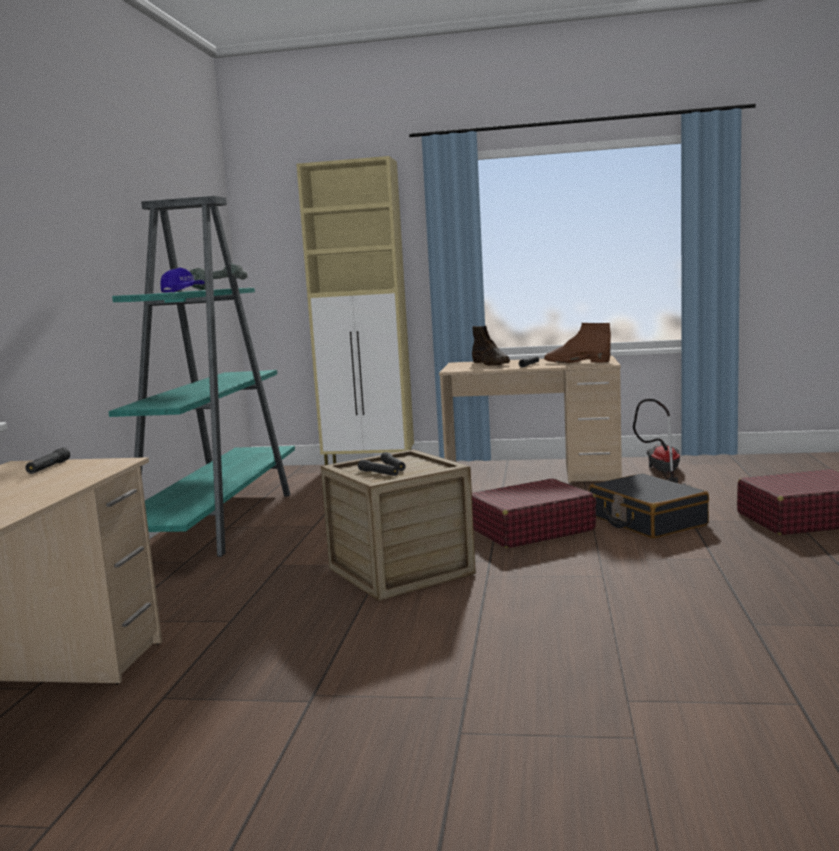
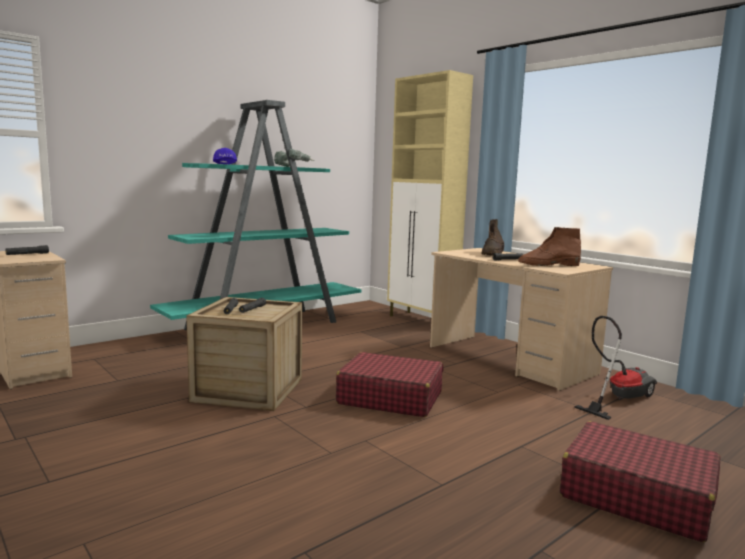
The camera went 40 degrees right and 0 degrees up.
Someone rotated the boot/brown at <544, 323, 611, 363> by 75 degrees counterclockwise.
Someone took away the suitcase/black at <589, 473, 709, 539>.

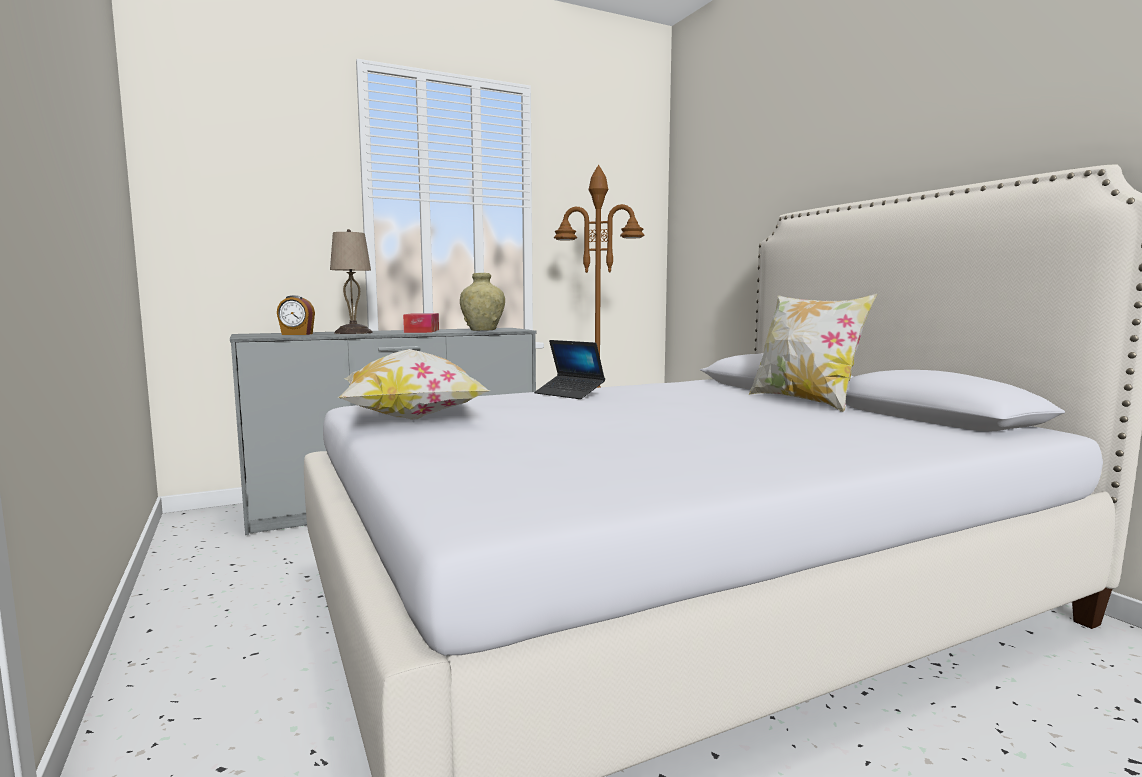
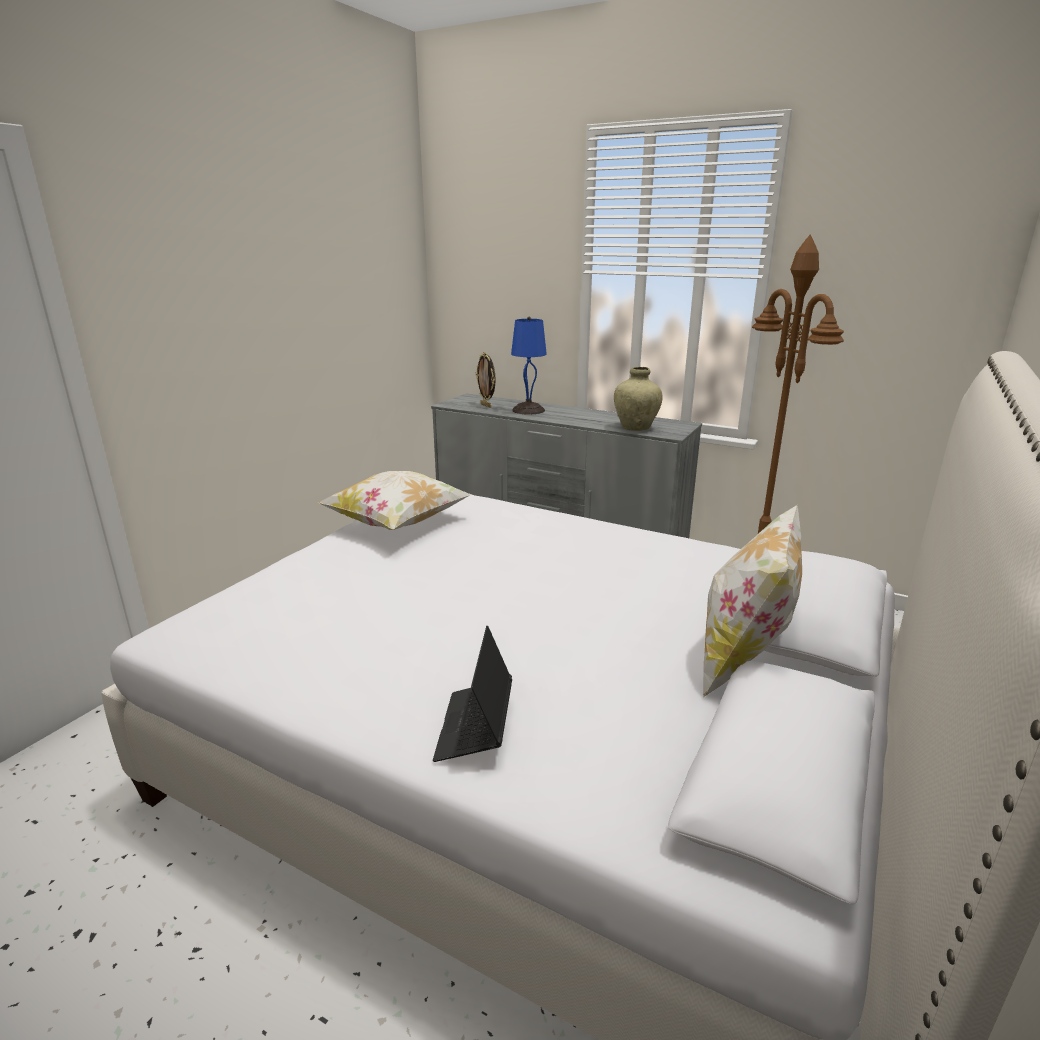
The camera went 55 degrees right and 15 degrees up.
Someone repainted the table lamp/beige at <330, 229, 373, 334>, which became the table lamp/blue at <511, 317, 547, 414>.
Someone swapped the alarm clock at <277, 295, 315, 335> for the picture frame at <476, 352, 496, 408>.
Someone took away the tissue box at <403, 313, 439, 333>.
Someone carried the laptop from <534, 340, 605, 399> to <433, 626, 512, 762>.

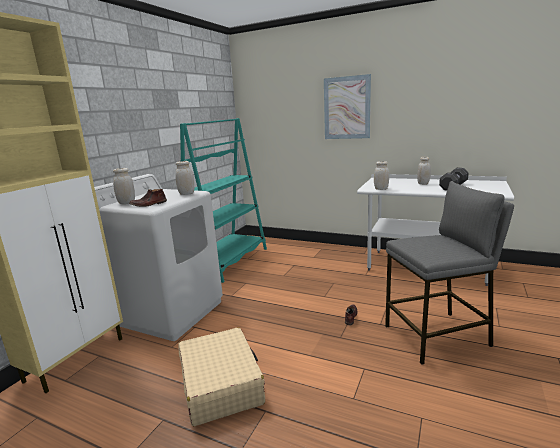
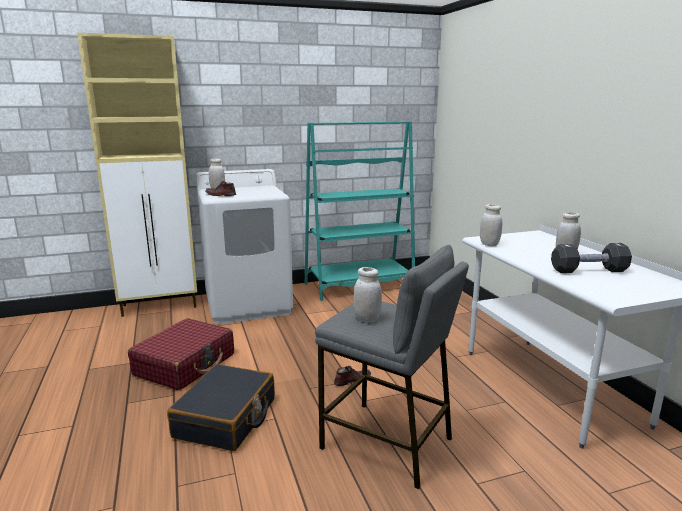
The camera went 45 degrees right and 0 degrees up.
Someone took away the picture at <324, 74, 371, 139>.
Someone carried the jar/white from <176, 161, 194, 195> to <354, 267, 382, 323>.
Someone repainted the suitcase/beige at <178, 327, 265, 426>, which became the suitcase/red at <128, 318, 234, 391>.
Someone put down the suitcase/black at <167, 364, 275, 451>.

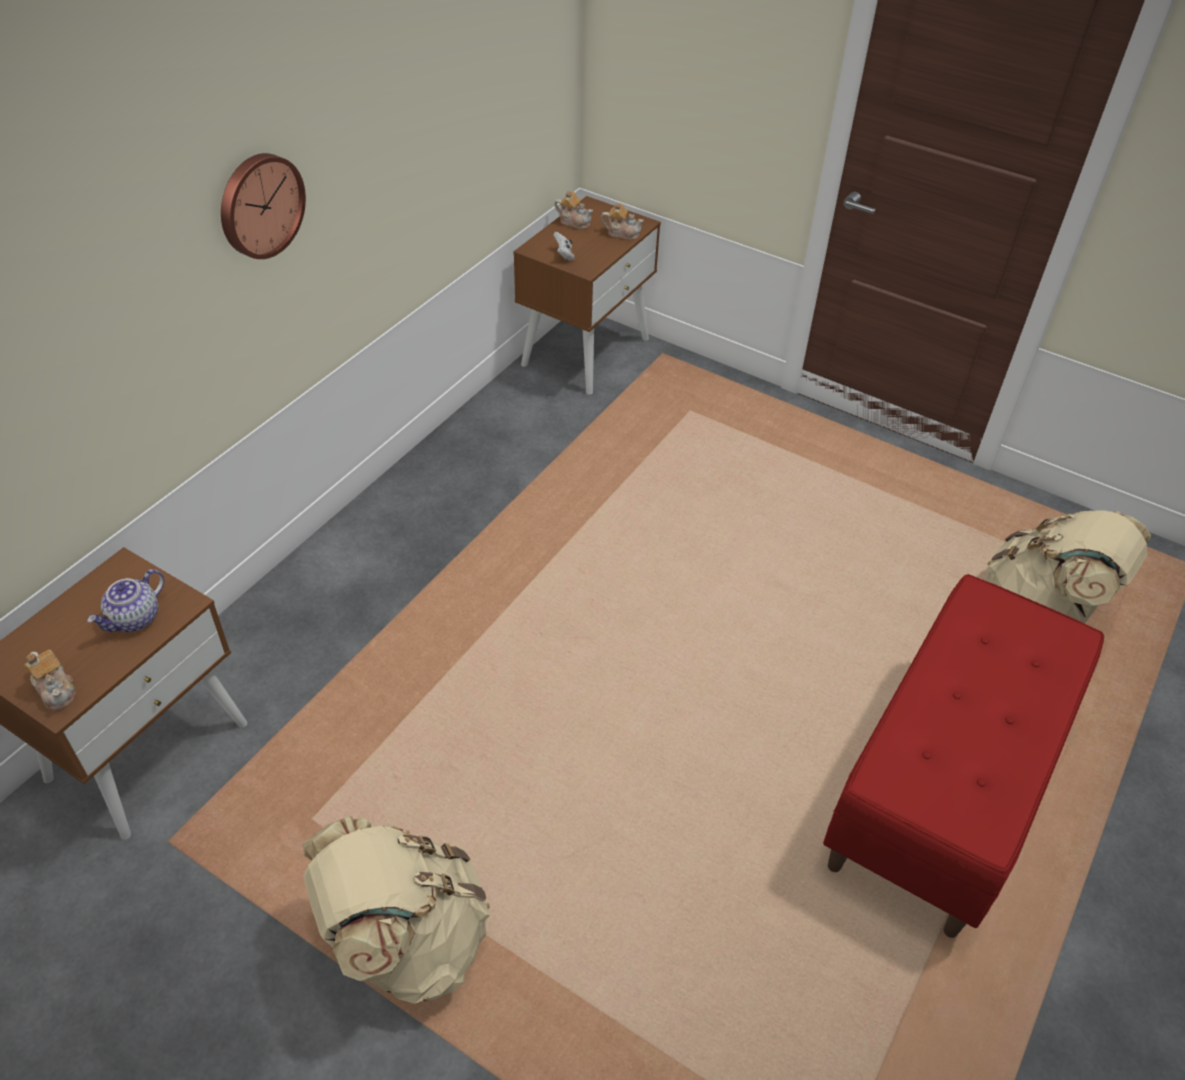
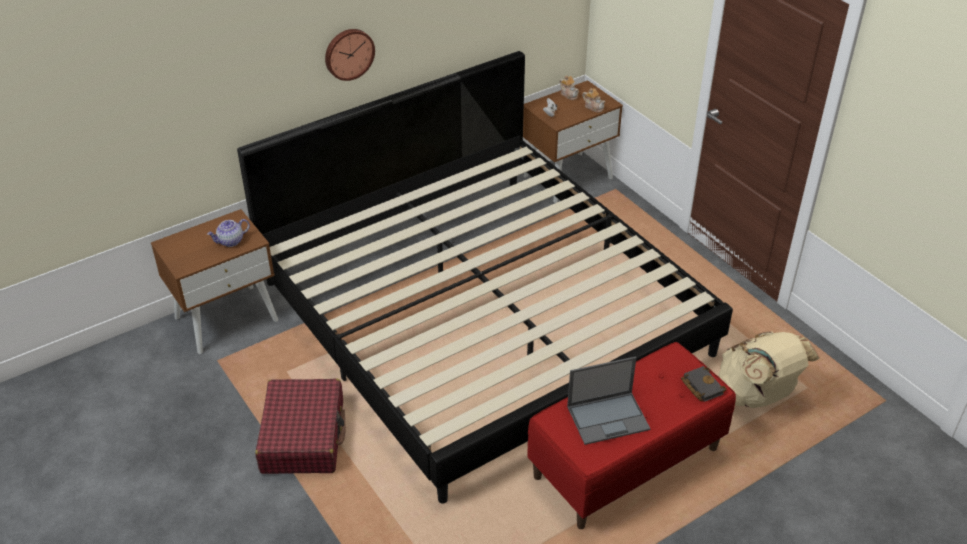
The camera went 25 degrees right and 5 degrees down.
Someone took away the teapot at <24, 649, 76, 711>.
Someone swapped the backpack/beige at <303, 816, 490, 1004> for the suitcase/red at <255, 379, 346, 474>.
Someone put down the bed at <237, 51, 733, 504>.
Someone put down the laptop at <567, 356, 651, 445>.
Someone put down the book/black at <681, 366, 727, 402>.

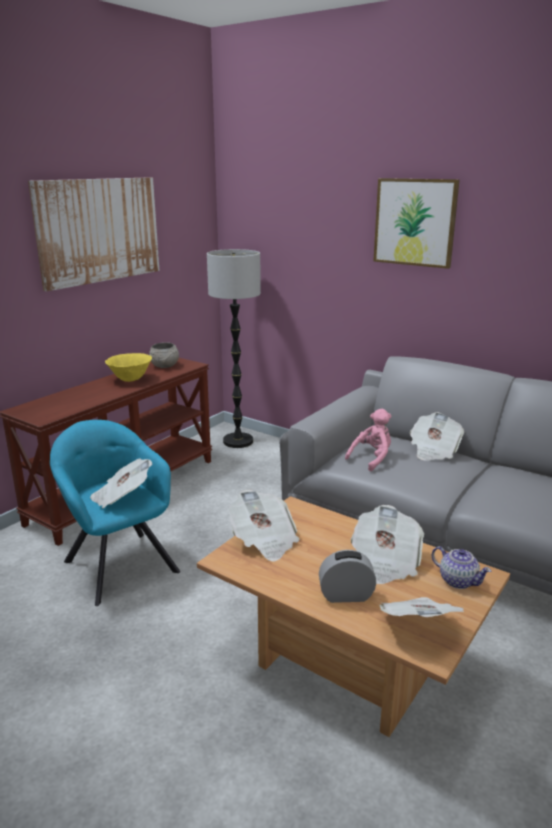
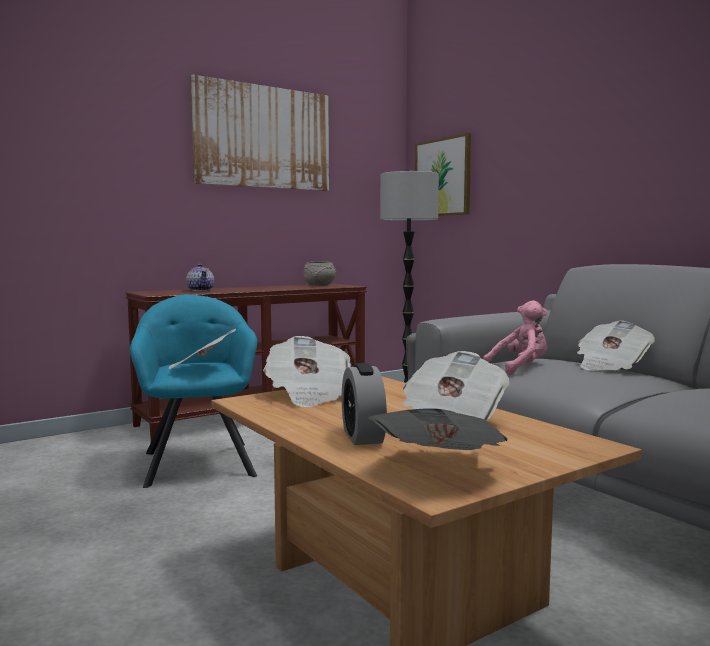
The camera went 20 degrees right and 15 degrees down.
Someone carried the picture from <373, 178, 460, 269> to <415, 133, 471, 216>.
Someone took away the bowl/yellow at <105, 353, 152, 382>.
Someone carried the teapot from <431, 546, 491, 589> to <186, 264, 214, 291>.
Someone rotated the alarm clock at <319, 550, 376, 603> by 120 degrees counterclockwise.

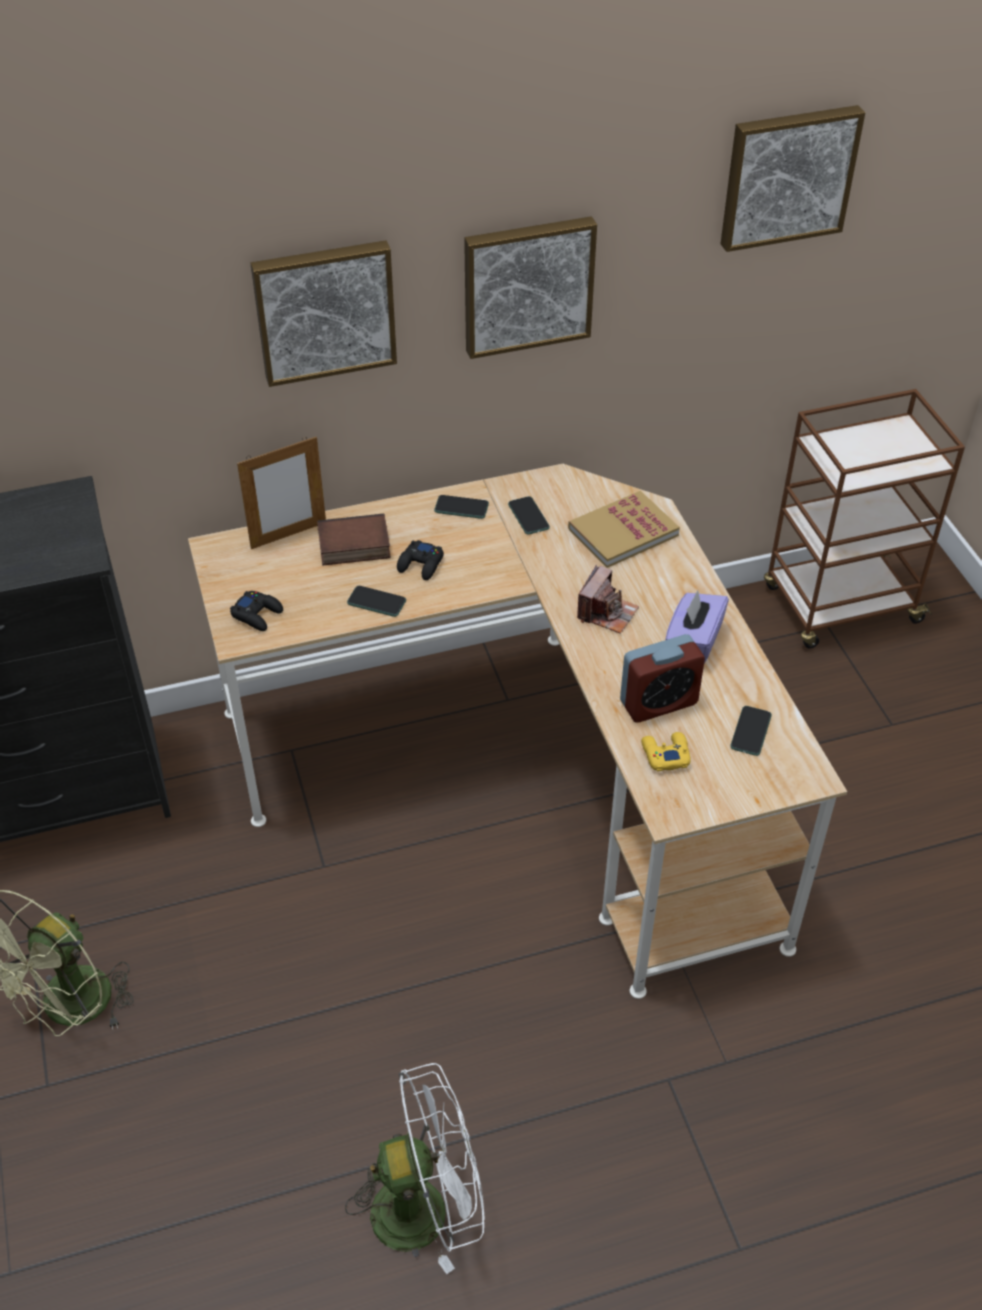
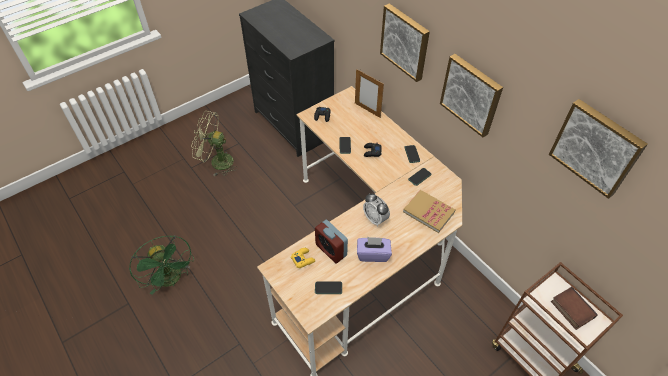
The camera went 70 degrees right and 5 degrees up.
Someone carried the book from <317, 514, 391, 565> to <551, 287, 598, 330>.
Someone swapped the photo camera at <577, 565, 639, 634> for the alarm clock at <363, 193, 390, 226>.
Someone repainted the fan/white at <345, 1063, 485, 1274>, which became the fan/green at <129, 235, 194, 295>.

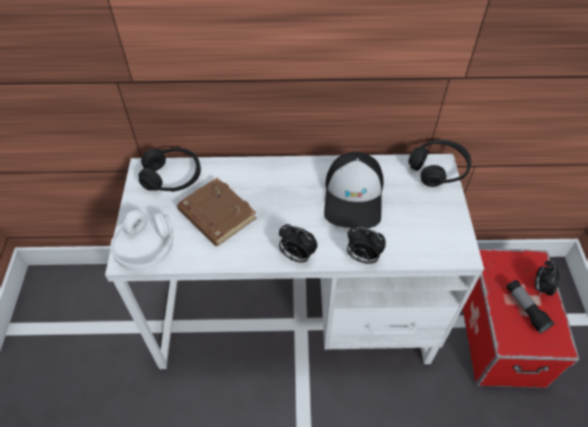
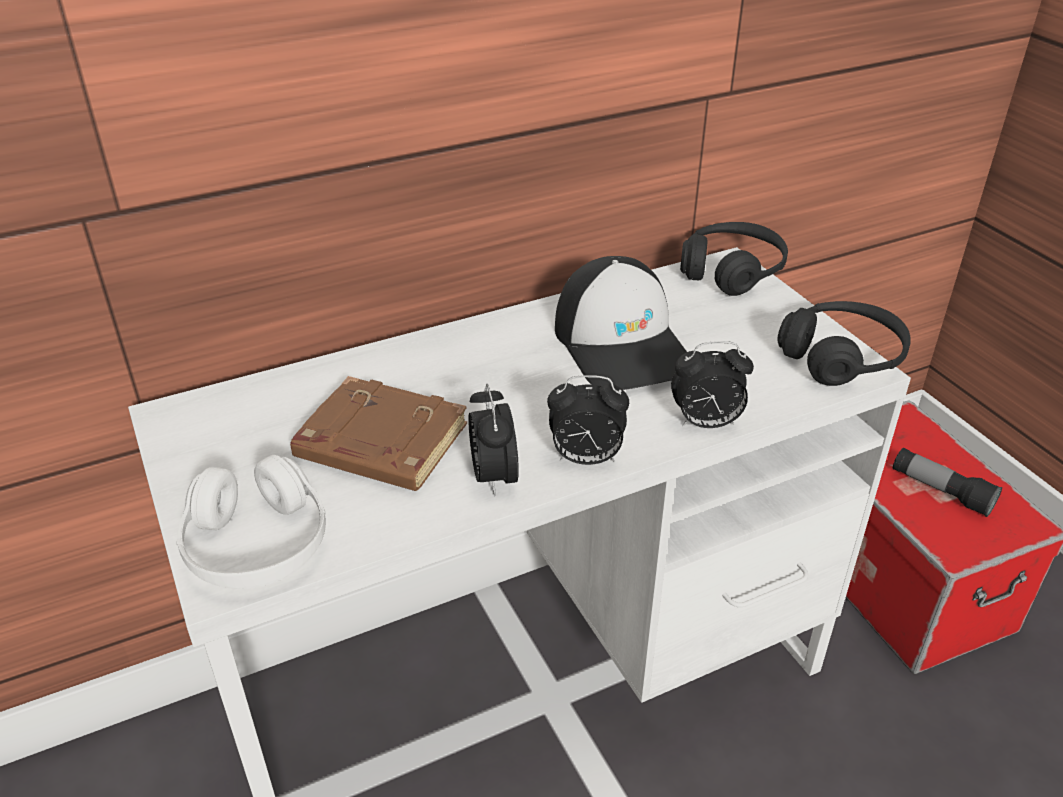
The camera went 25 degrees left and 15 degrees down.
Someone carried the headphones/black from <138, 148, 201, 192> to <777, 301, 911, 386>.
Someone carried the alarm clock from <535, 261, 559, 296> to <468, 384, 519, 497>.

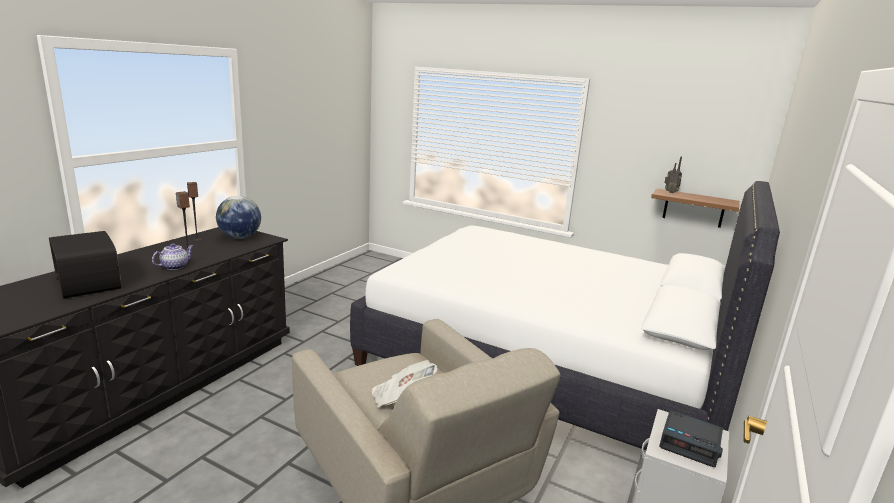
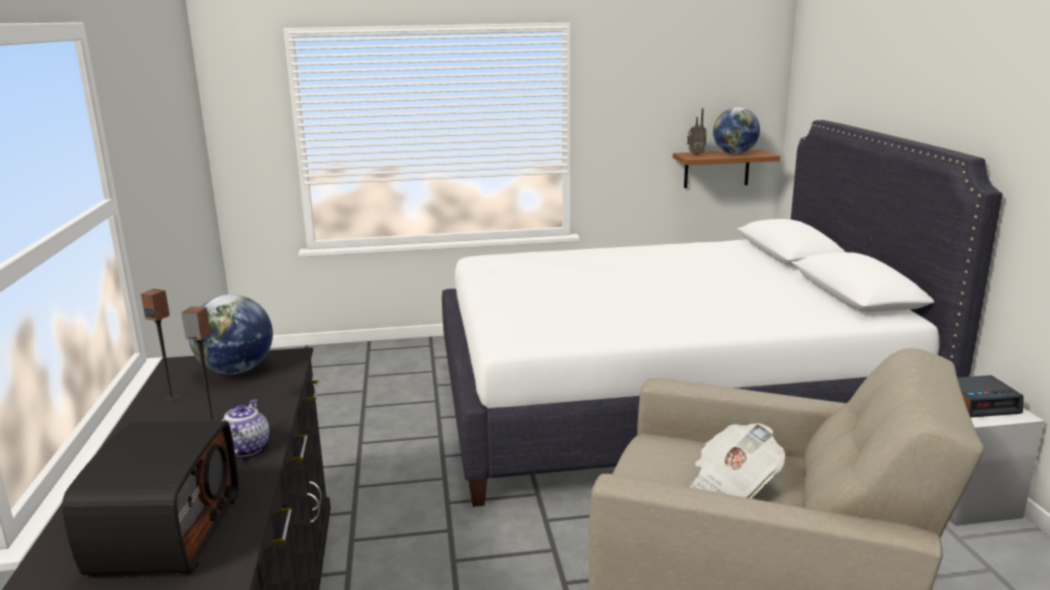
The camera went 35 degrees left and 0 degrees up.
Someone rotated the radio at <49, 231, 122, 299> by 105 degrees counterclockwise.
Someone put down the globe at <713, 107, 760, 154>.

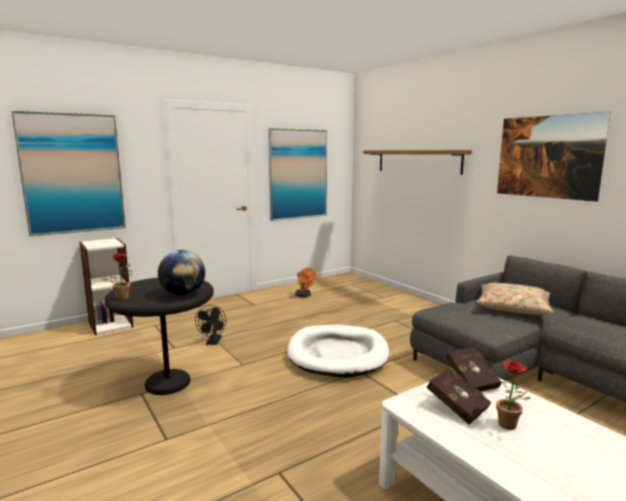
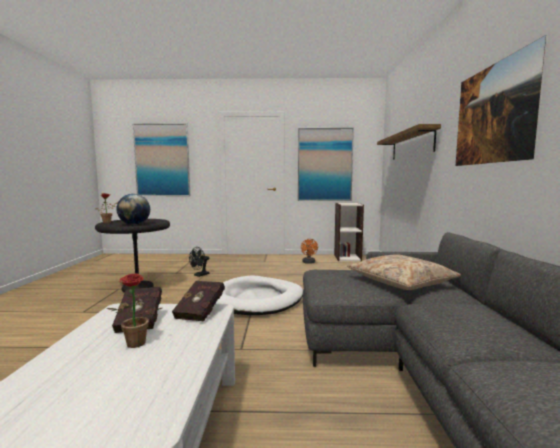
The camera went 35 degrees right and 5 degrees down.
Someone carried the bookcase from <79, 238, 133, 335> to <334, 203, 364, 261>.

